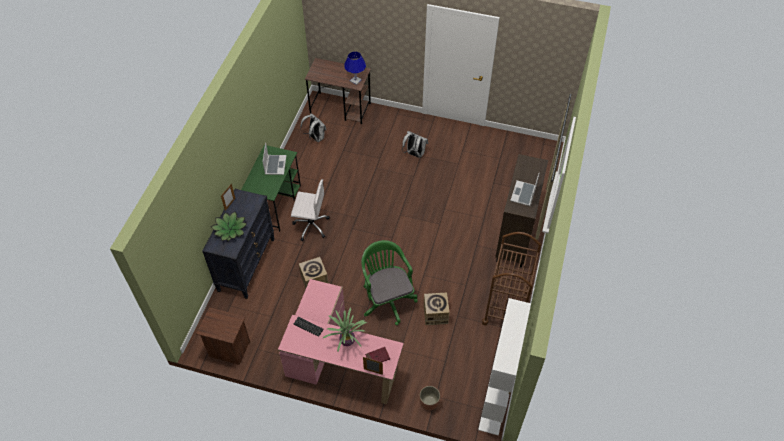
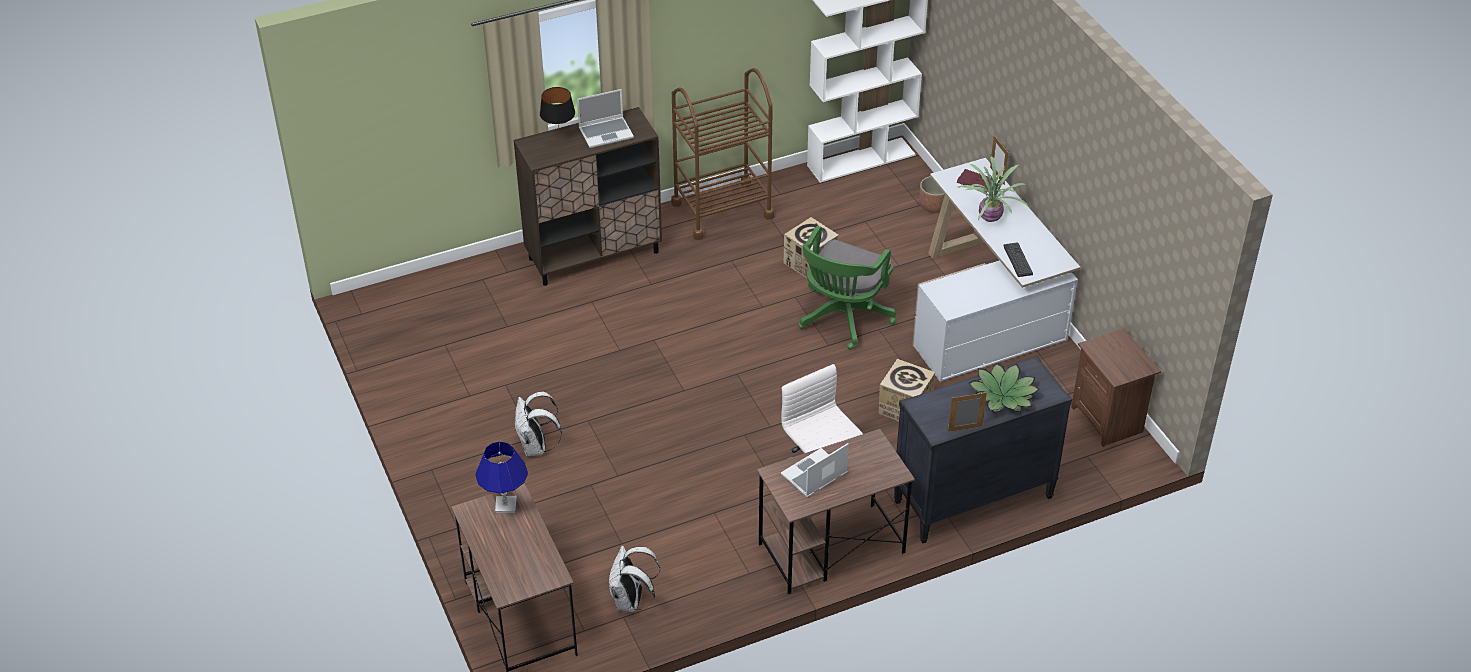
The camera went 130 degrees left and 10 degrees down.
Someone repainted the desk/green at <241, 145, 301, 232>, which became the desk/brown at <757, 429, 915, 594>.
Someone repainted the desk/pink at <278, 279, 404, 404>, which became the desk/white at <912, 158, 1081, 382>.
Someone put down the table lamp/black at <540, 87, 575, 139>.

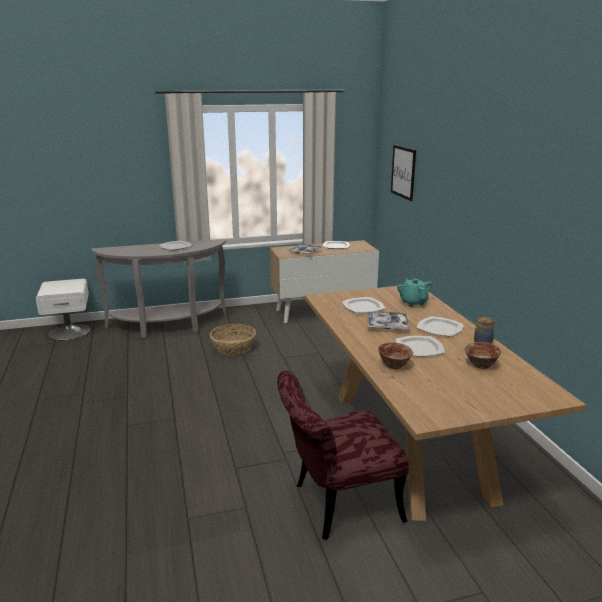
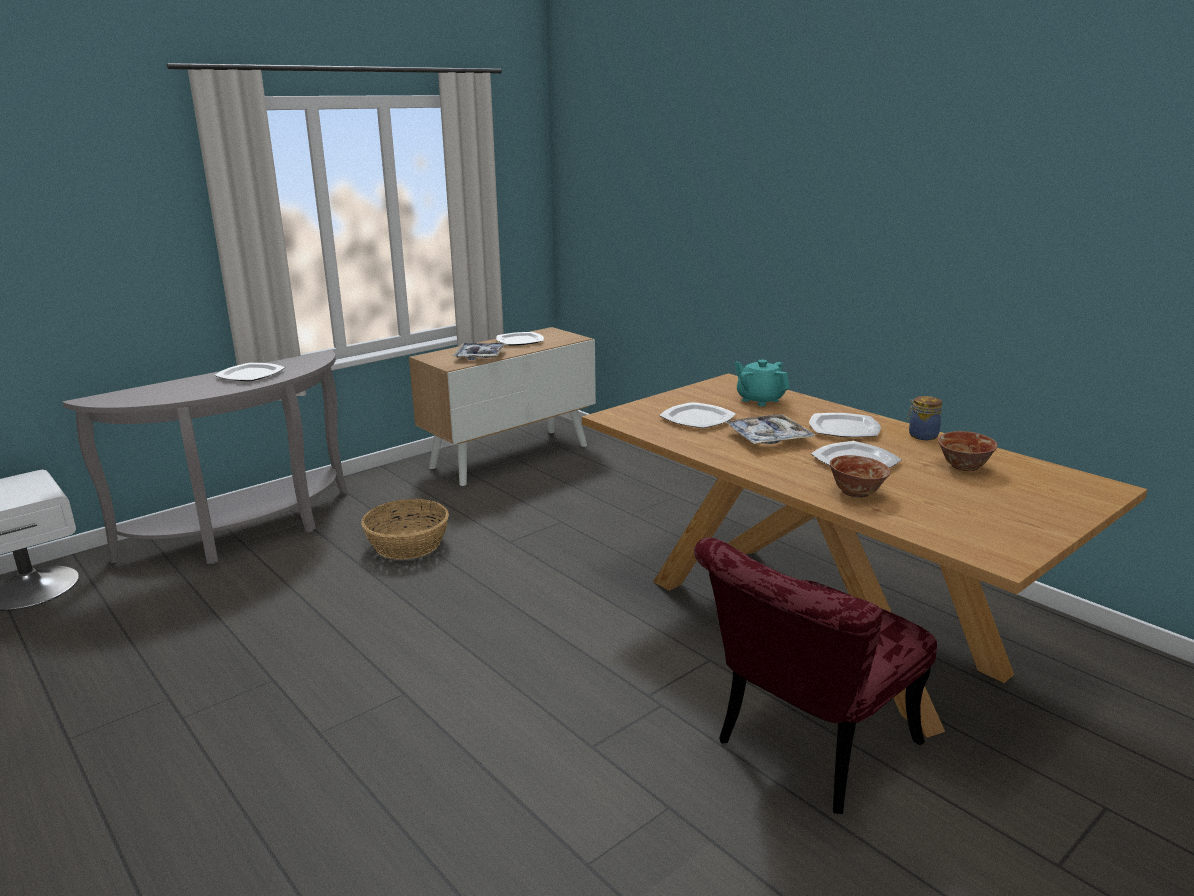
The camera went 25 degrees left and 0 degrees up.
Someone took away the picture at <391, 145, 416, 201>.

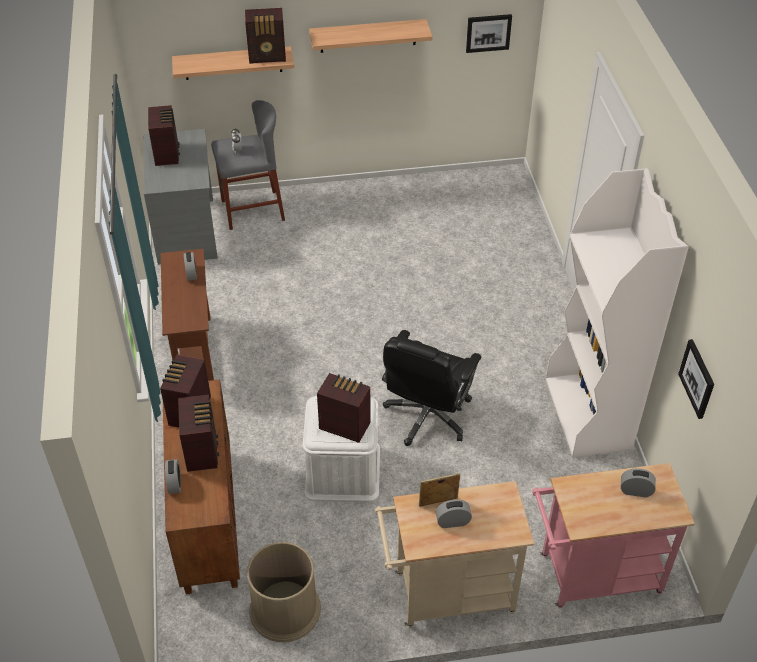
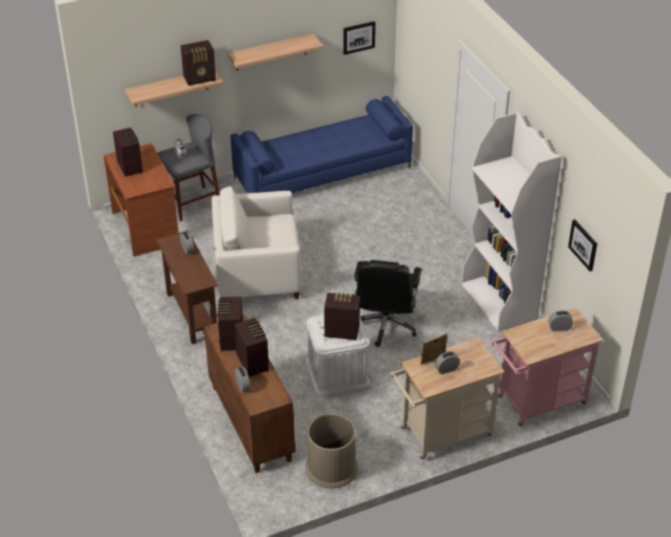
The camera went 15 degrees left and 5 degrees down.
Someone repainted the desk/grey at <143, 129, 218, 265>, which became the desk/brown at <104, 143, 179, 257>.
Someone put down the sofa/blue at <231, 96, 413, 193>.
Someone put down the armchair/white at <212, 186, 302, 299>.

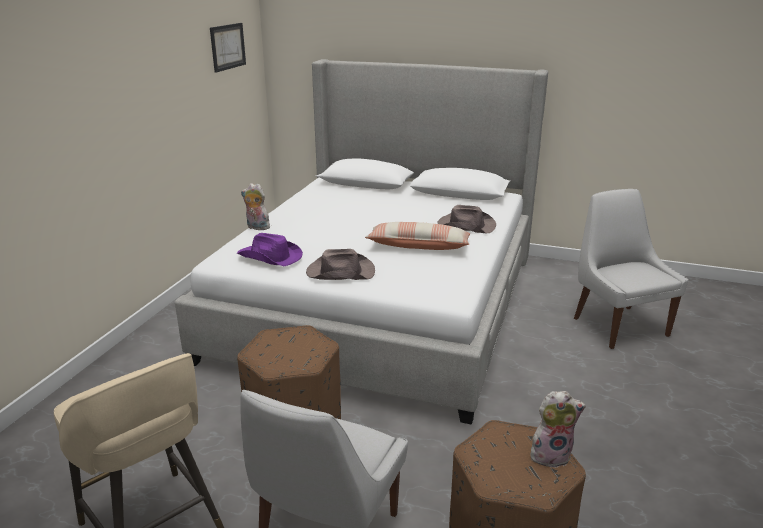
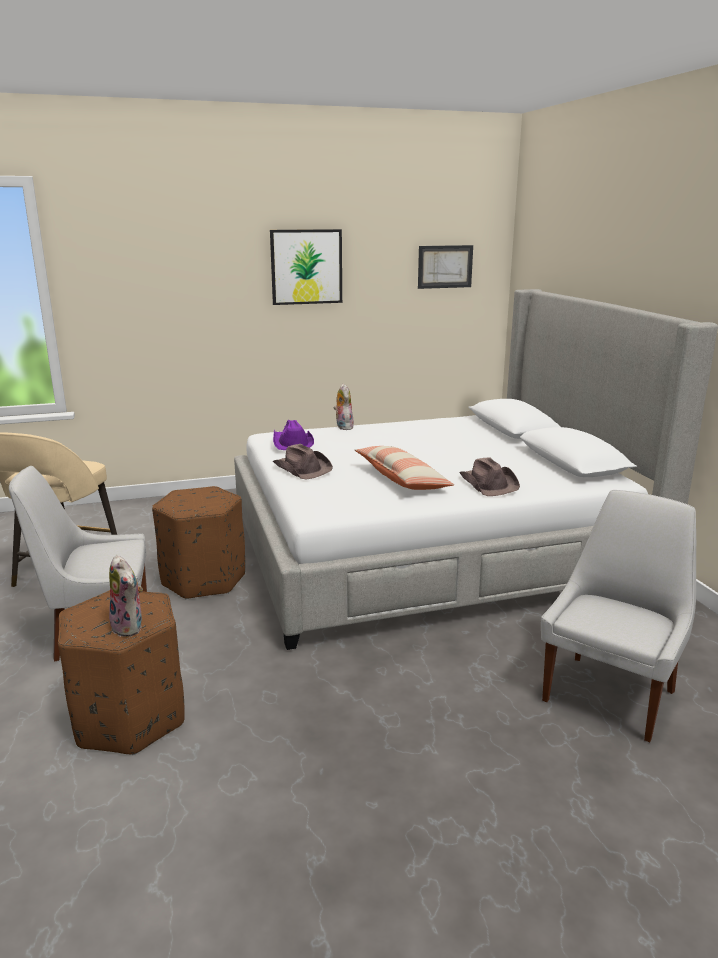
The camera went 55 degrees right and 5 degrees down.
Someone put up the picture at <270, 229, 342, 305>.

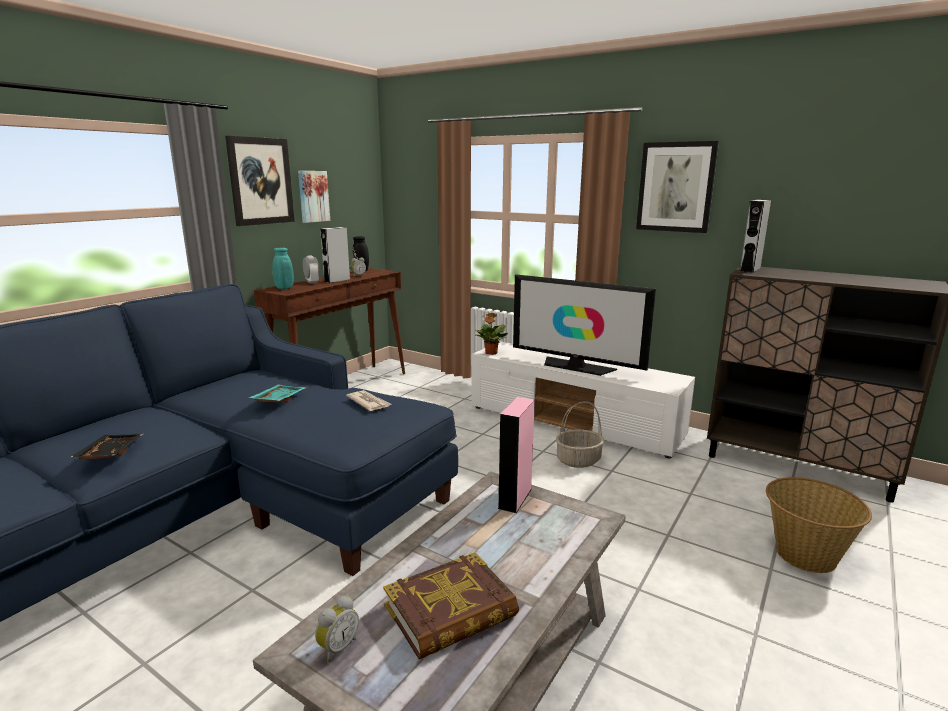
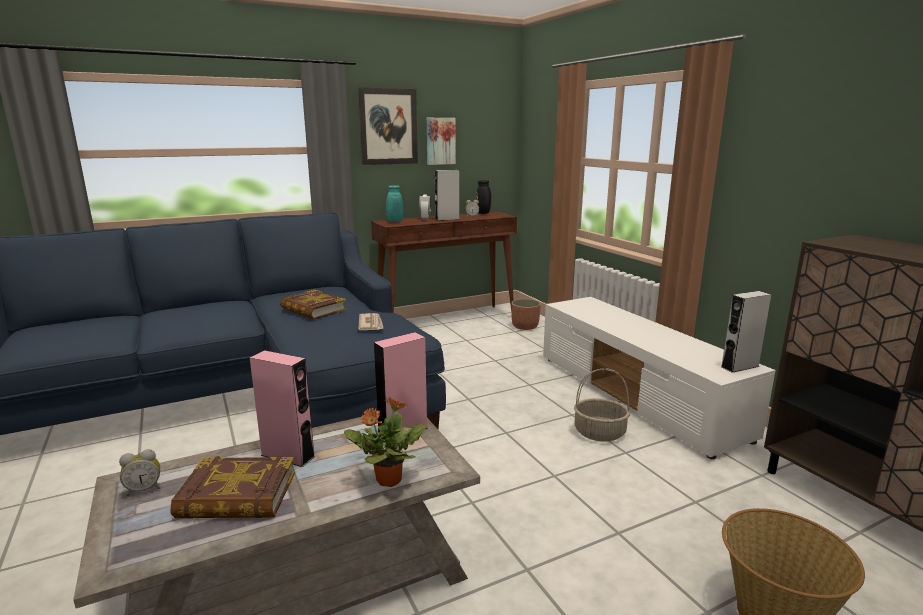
The camera went 30 degrees right and 0 degrees up.
Someone took away the picture at <636, 141, 719, 233>.
Someone carried the speaker/grey from <739, 200, 771, 273> to <721, 291, 771, 373>.
Someone took away the television at <513, 274, 656, 376>.
Someone carried the potted plant from <475, 313, 508, 355> to <344, 397, 426, 487>.
Someone swapped the tray/turquoise at <249, 385, 306, 403> for the book at <280, 290, 347, 320>.
Someone took away the tray/black at <71, 434, 143, 459>.
Someone put down the planter at <511, 299, 541, 330>.
Someone put down the speaker/pink at <250, 350, 316, 467>.

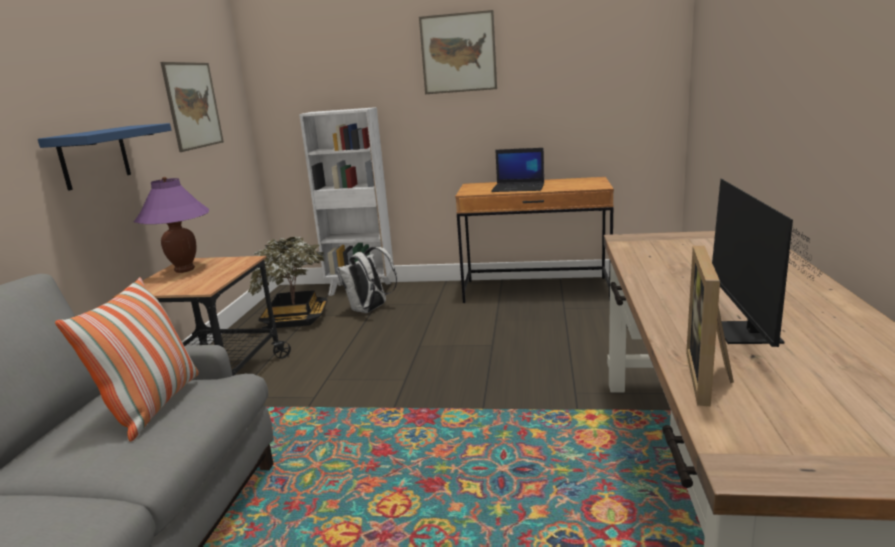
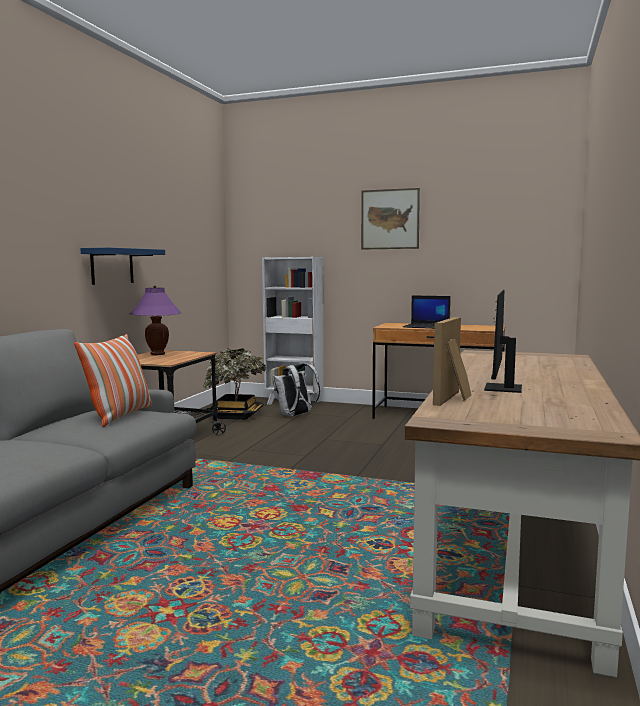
The camera went 10 degrees right and 10 degrees down.
Someone took away the picture at <160, 62, 224, 152>.

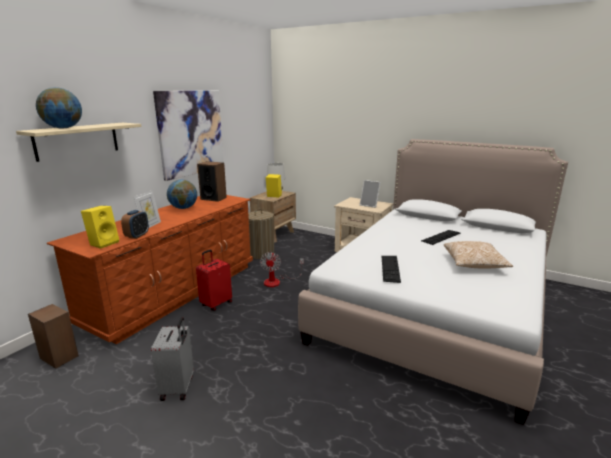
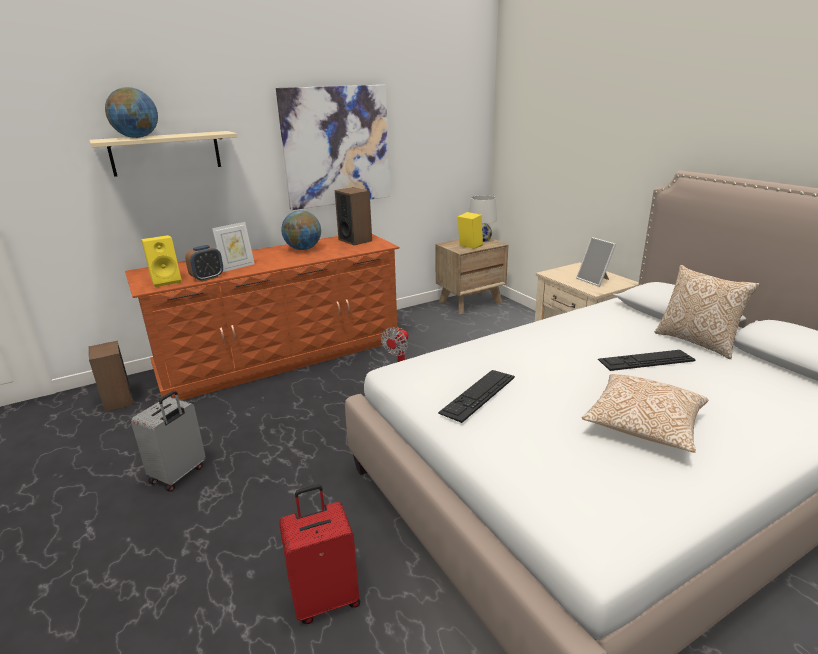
The camera went 30 degrees right and 5 degrees up.
Someone took away the laundry basket at <248, 209, 274, 259>.
Someone carried the suitcase/red from <196, 250, 232, 311> to <279, 484, 360, 624>.
Someone put down the pillow at <655, 265, 760, 359>.

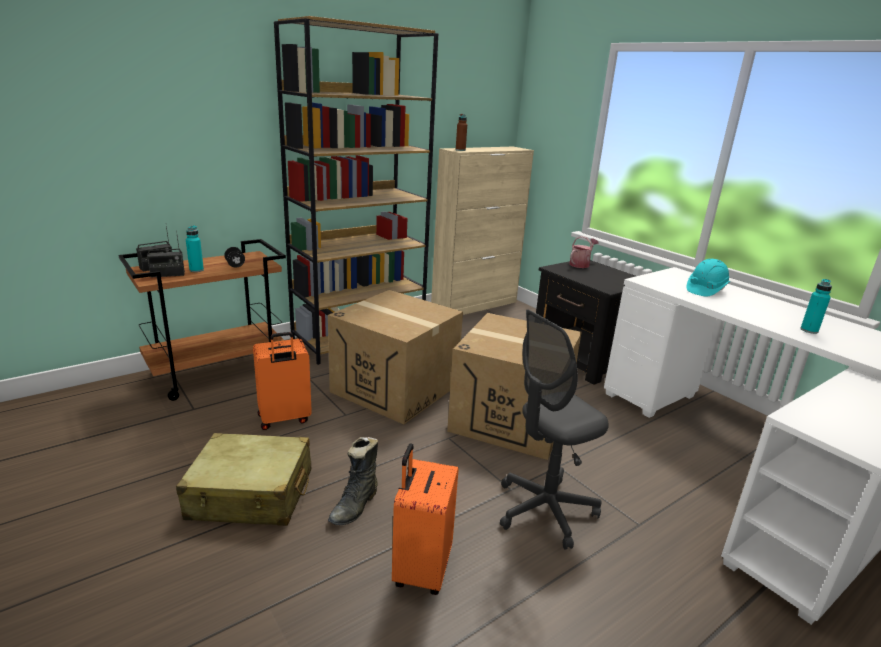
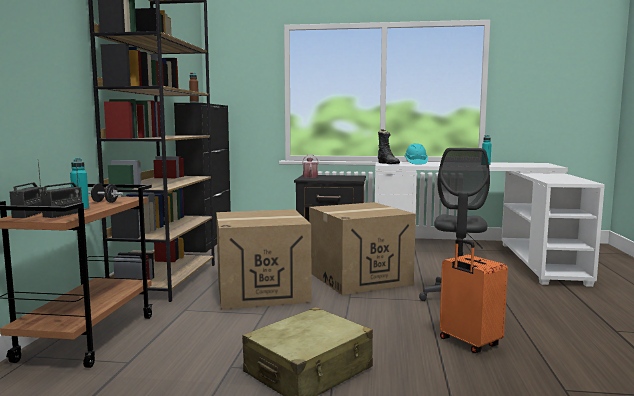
The camera went 45 degrees left and 15 degrees down.
Someone repainted the cabinet/beige at <431, 147, 534, 315>, which became the cabinet/black at <174, 103, 231, 253>.
Someone took away the suitcase/orange at <253, 332, 312, 430>.
Someone carried the boot/black from <328, 437, 378, 525> to <378, 129, 400, 164>.

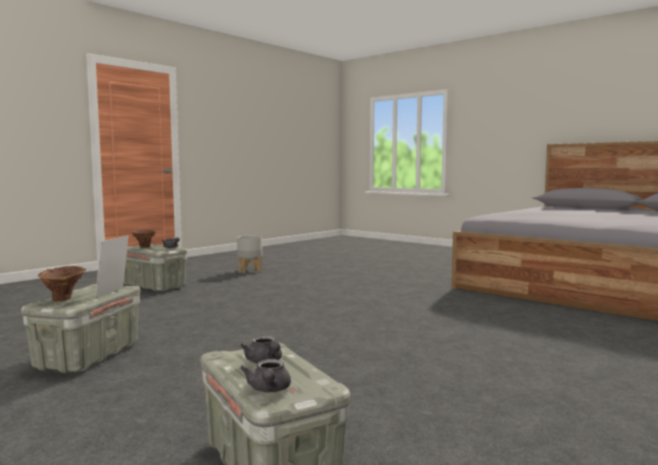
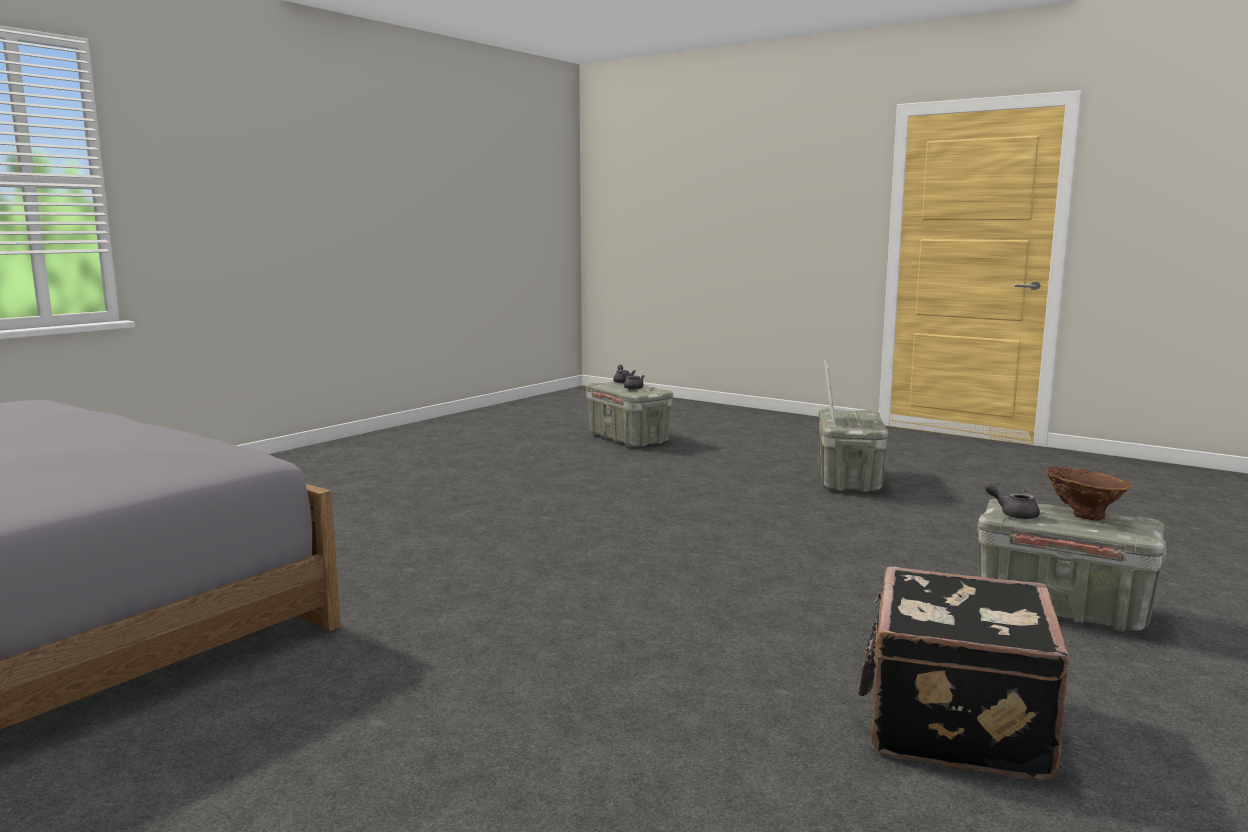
The camera went 175 degrees right and 5 degrees up.
Someone swapped the planter/grey at <237, 236, 262, 273> for the suitcase/black at <858, 567, 1070, 781>.
Someone took away the vase/brown at <38, 266, 86, 301>.

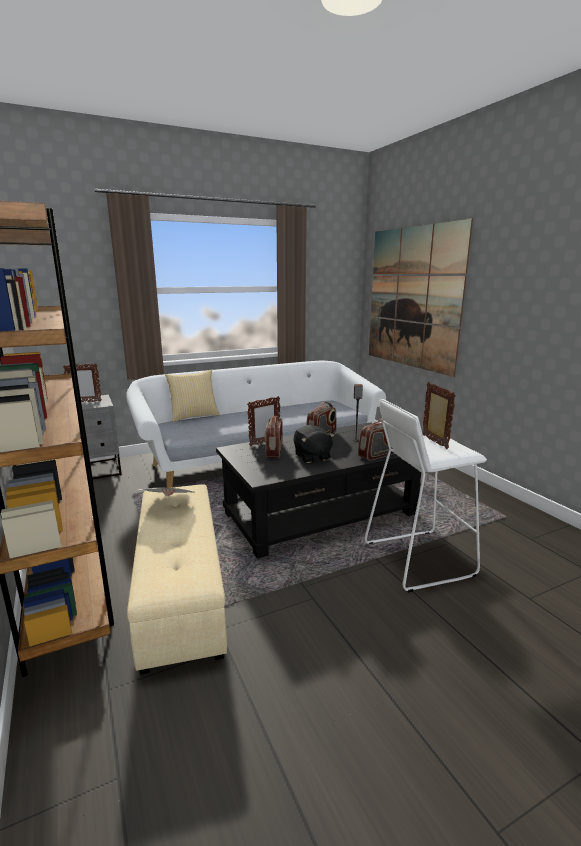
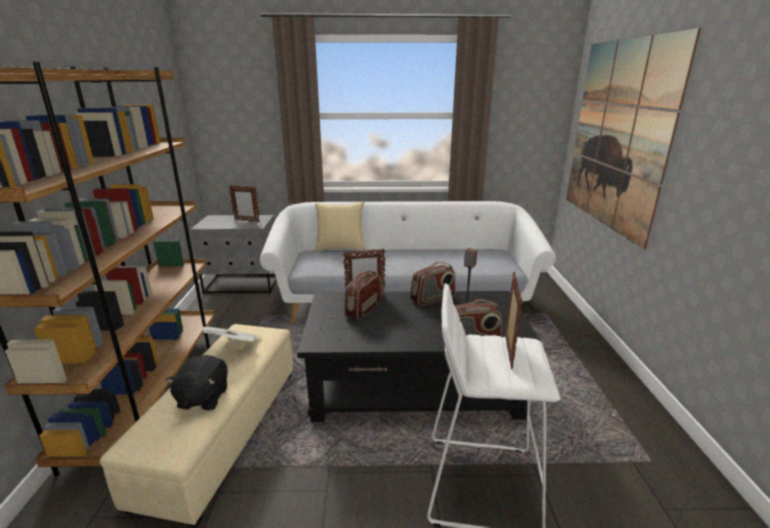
The camera went 25 degrees right and 5 degrees up.
Someone carried the plush toy/black from <294, 425, 335, 463> to <166, 355, 228, 411>.

